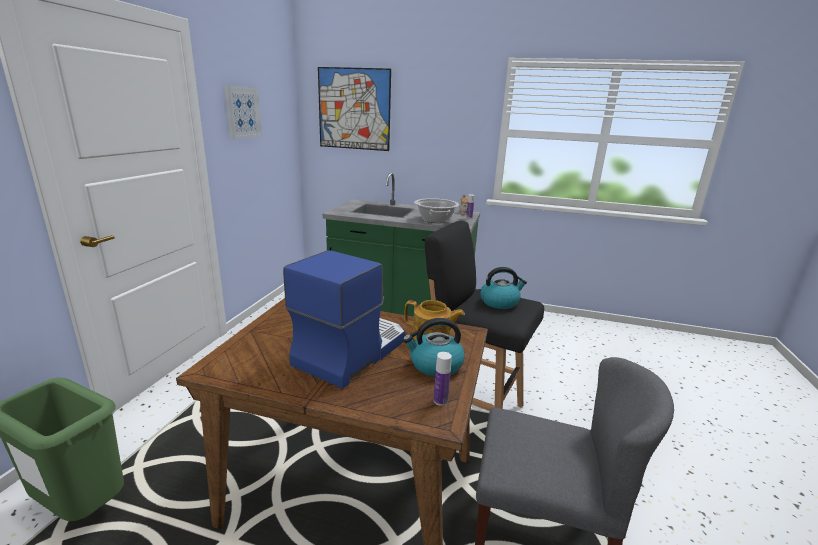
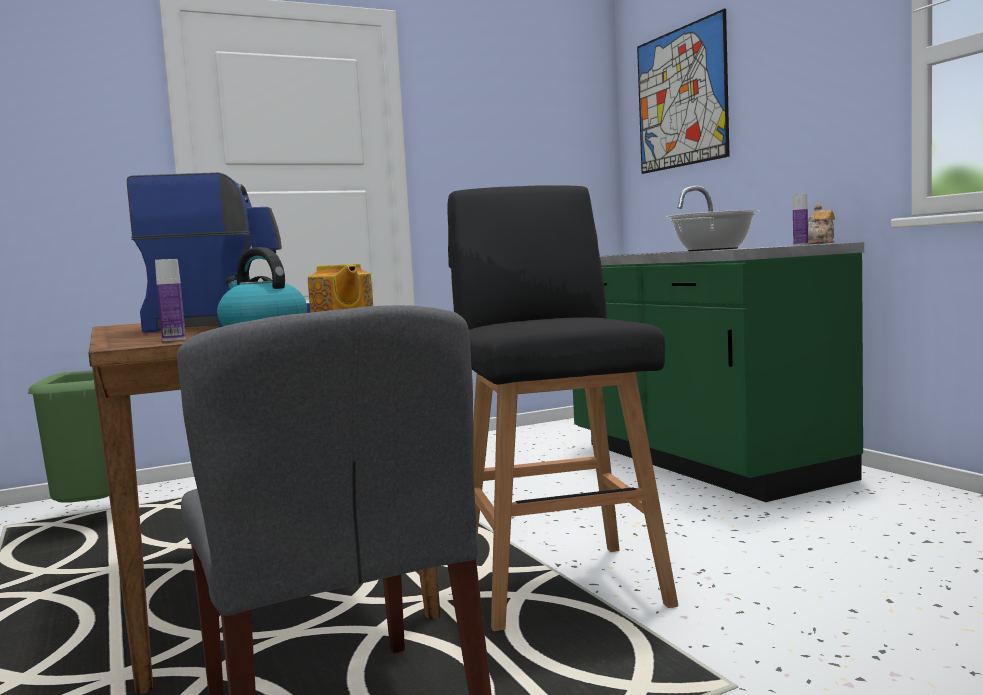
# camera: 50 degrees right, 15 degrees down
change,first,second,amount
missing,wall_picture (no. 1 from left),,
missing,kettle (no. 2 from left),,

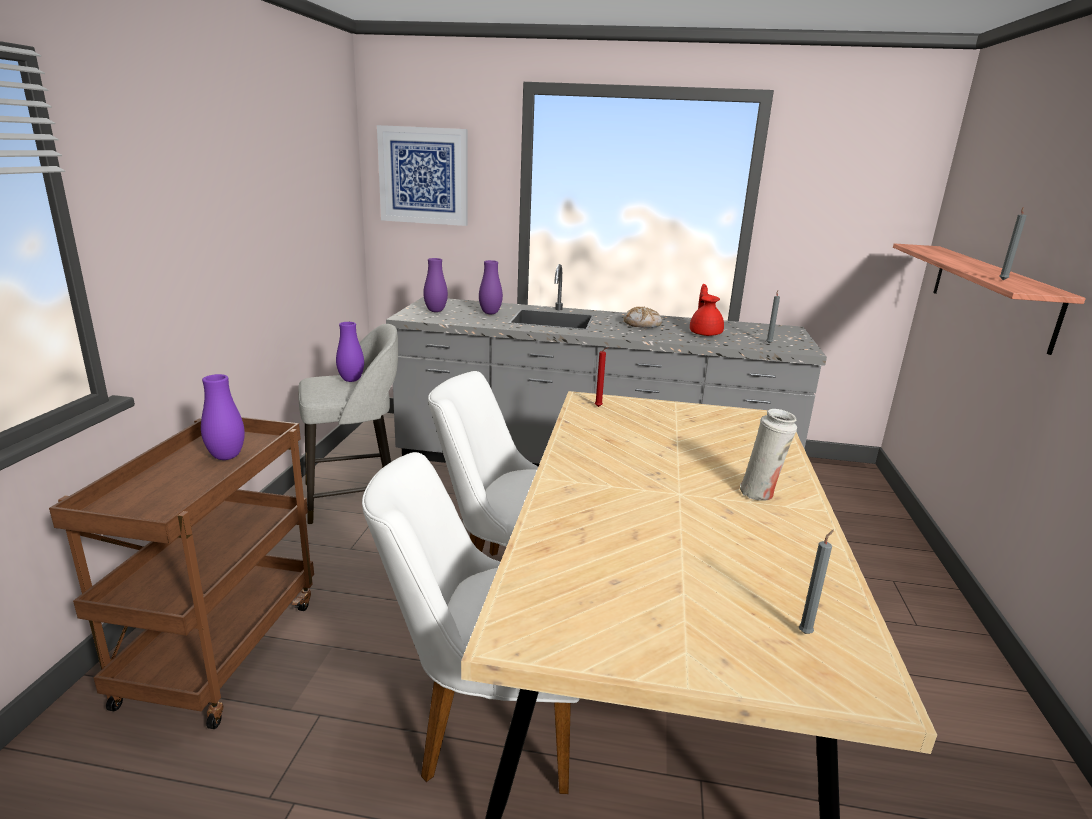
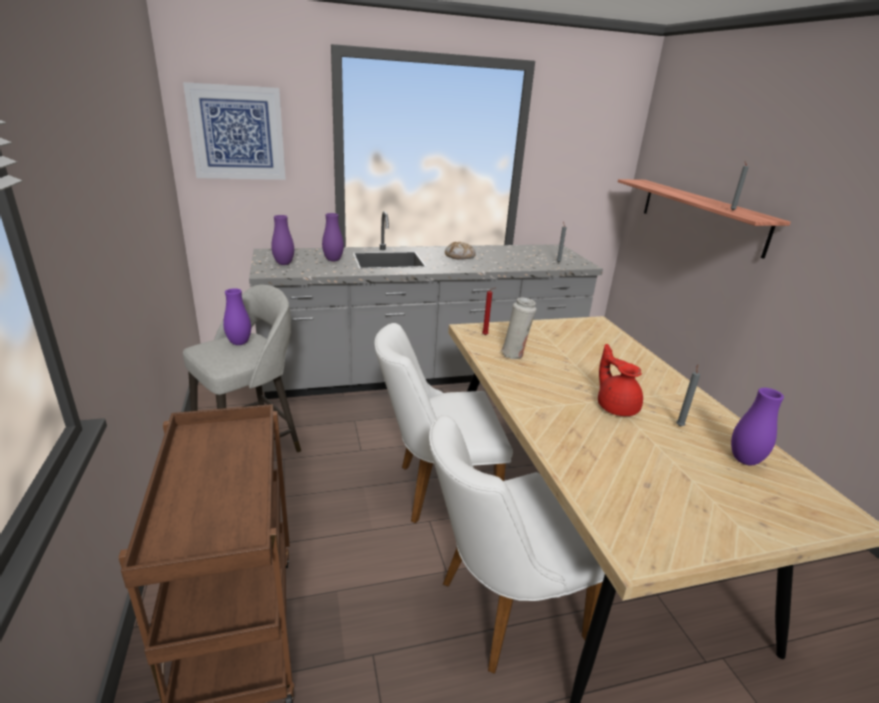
# camera: 25 degrees left, 5 degrees up
change,first,second,amount
relocated,whitish_decorative_vase,,
relocated,reddish_tea_pot,,
relocated,gray_wax_light (no. 2 from left),,
relocated,purplish_decorative_vase (no. 1 from left in the first image),purplish_decorative_vase (no. 4 from left),

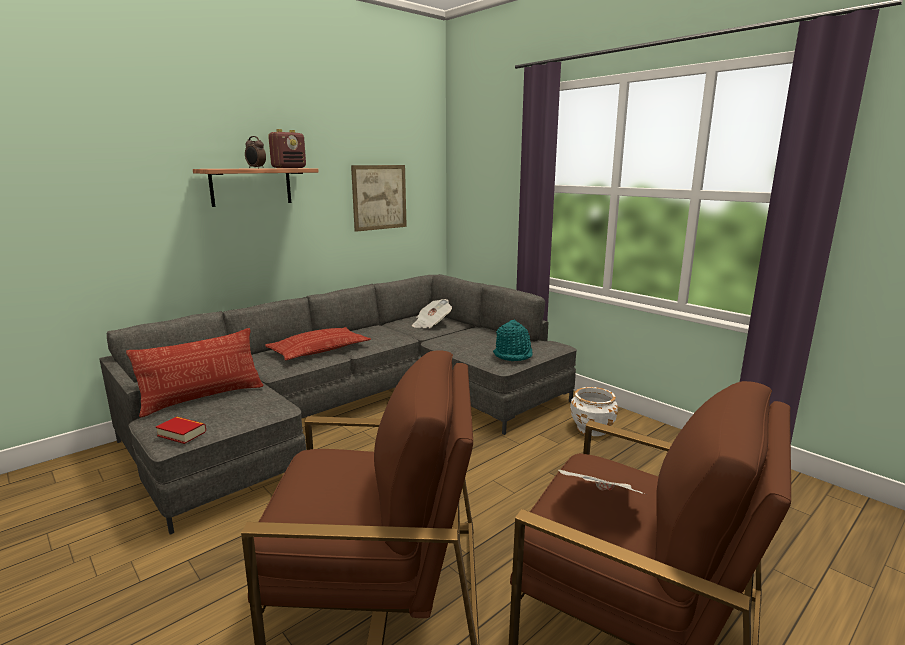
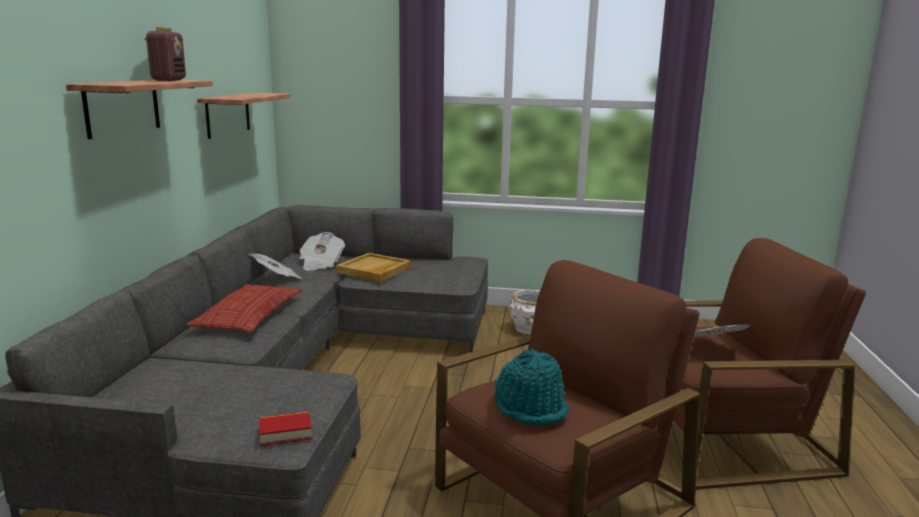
# camera: 40 degrees left, 0 degrees up
change,first,second,amount
exchanged,wall_picture,shelf (no. 2 from left),
appeared,,daily_paper (no. 1 from left),
appeared,,beige-coloured_serving_tray,
relocated,blue-green_clothing_hat,,
missing,pillow (no. 1 from left),,
missing,alarm_clock,,

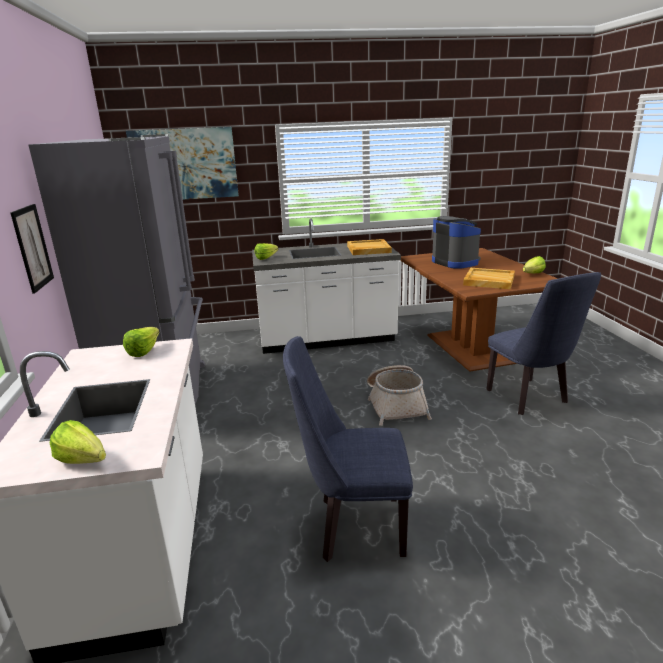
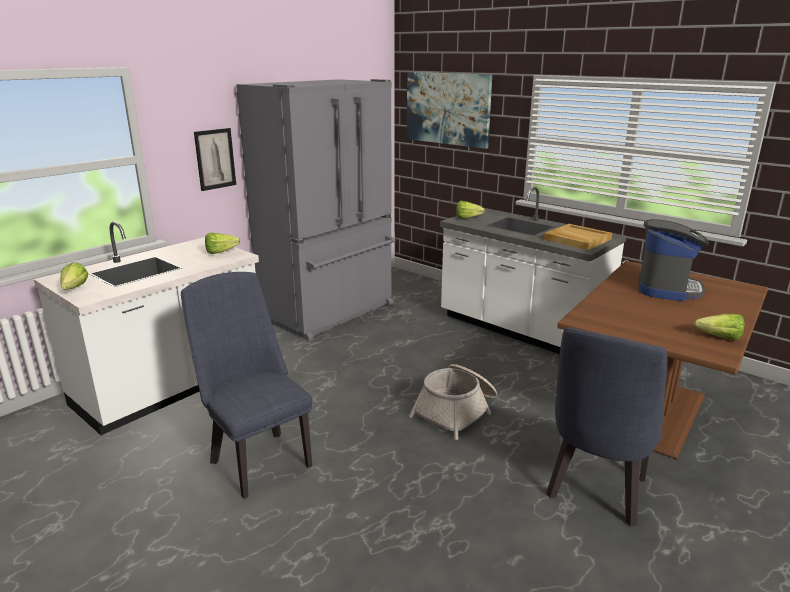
# camera: 50 degrees right, 0 degrees up
change,first,second,amount
missing,beige-coloured_serving_tray (no. 2 from left),,

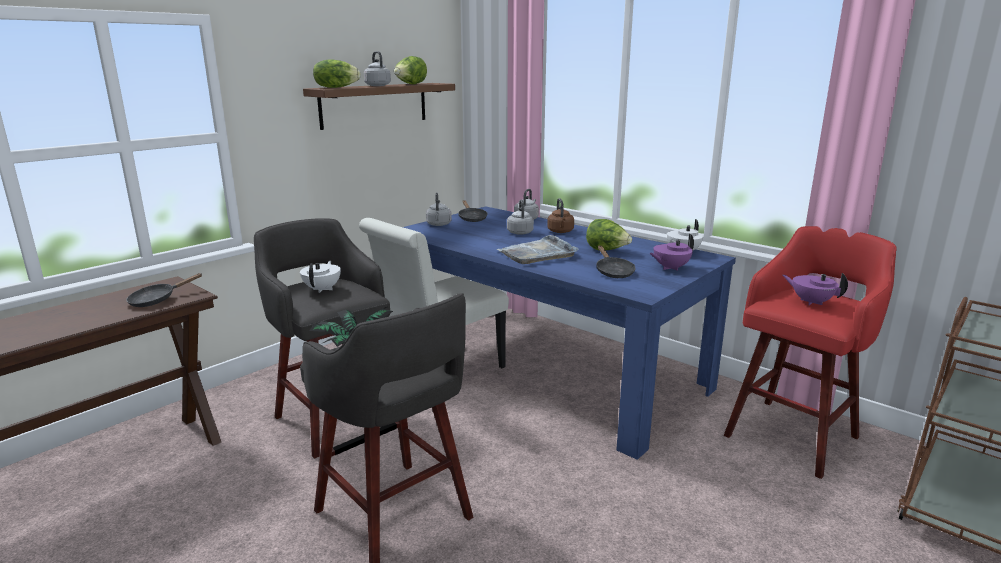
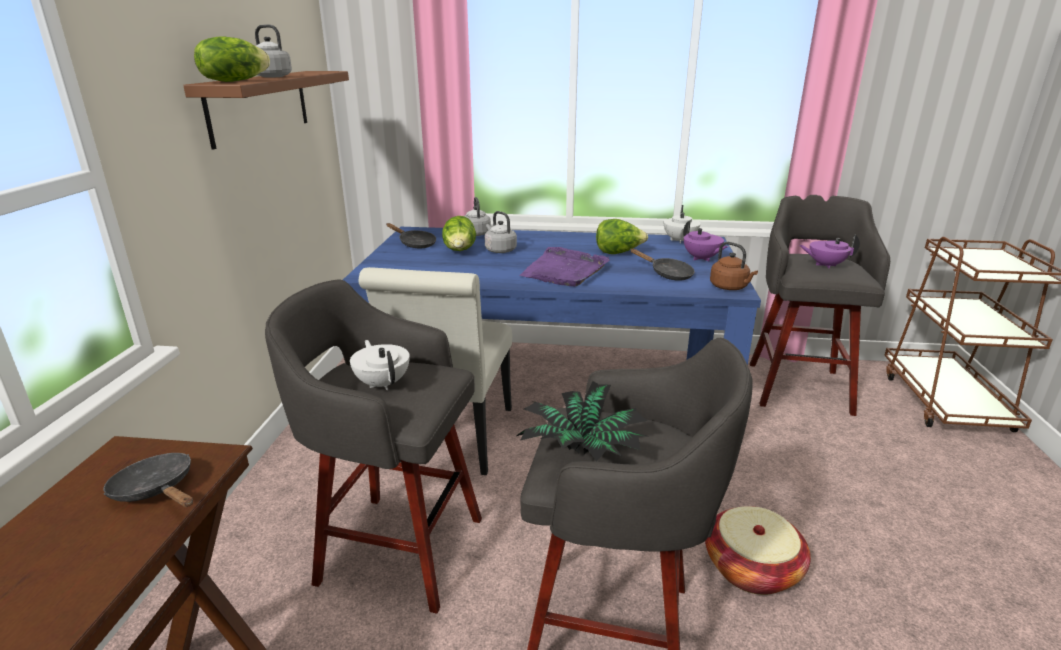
# camera: 35 degrees left, 5 degrees up
change,first,second,amount
spun,black-coloured_pan (no. 1 from left),,120 degrees clockwise
relocated,lettuce_head (no. 2 from left),,
colour,gray_serving_tray,purplish_serving_tray,
spun,purplish_tea_pot (no. 1 from left),,60 degrees counterclockwise
appeared,,household_basket,
relocated,brown_kettle,,
colour,reddish_stool_seat,gray_stool_seat (no. 3 from left),
missing,gray_kettle (no. 2 from left),,

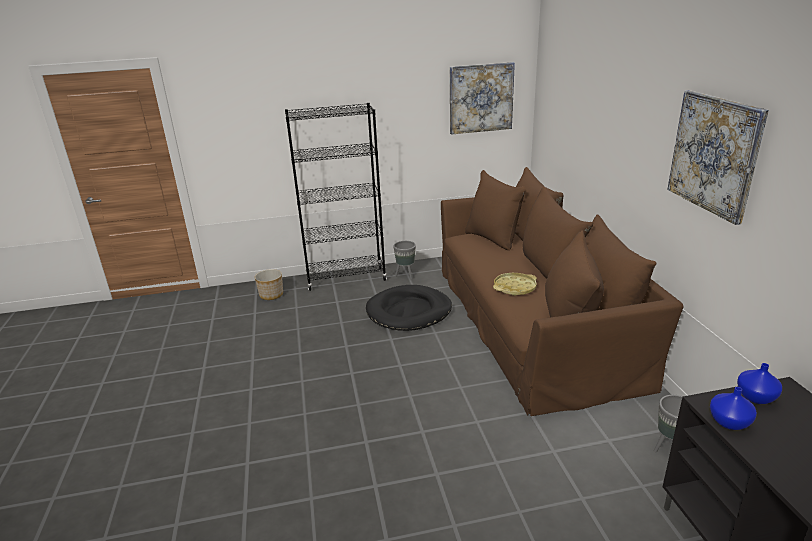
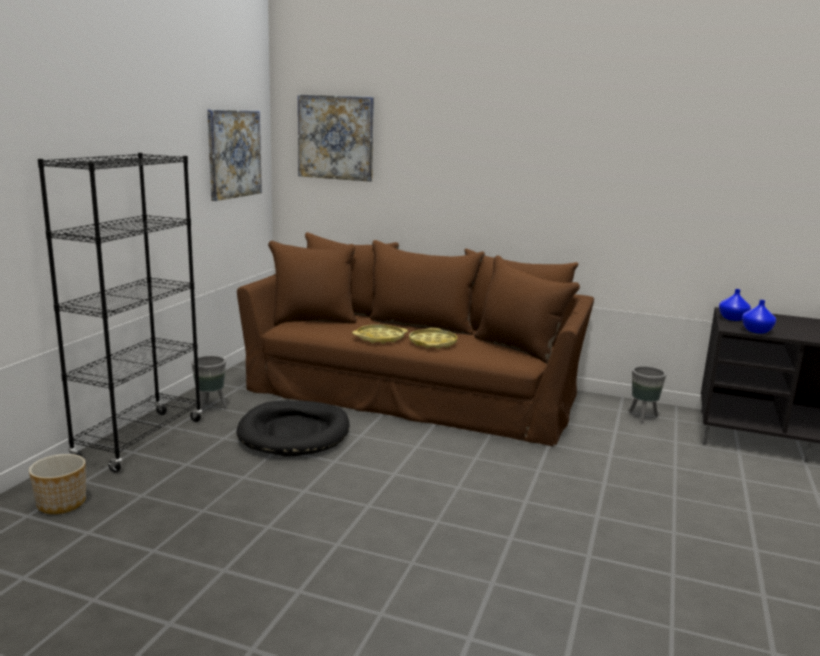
# camera: 60 degrees left, 10 degrees down
change,first,second,amount
relocated,wall_picture (no. 2 from left),,
appeared,,yellowish_serving_tray (no. 1 from left),

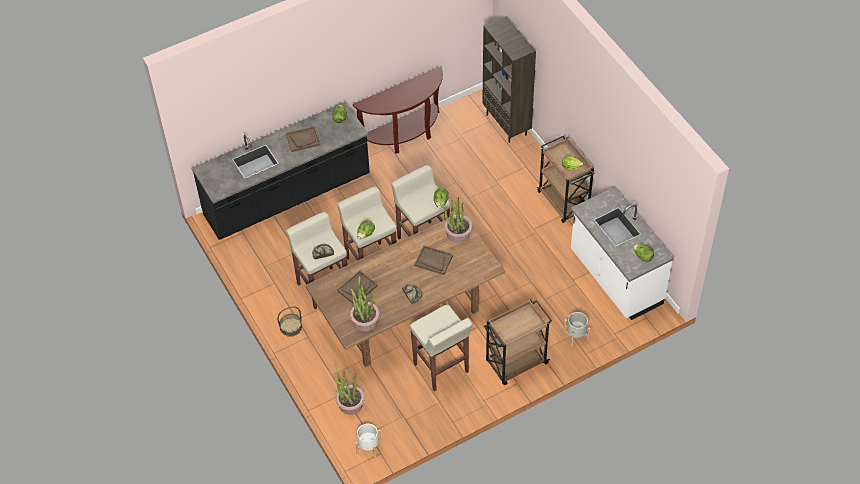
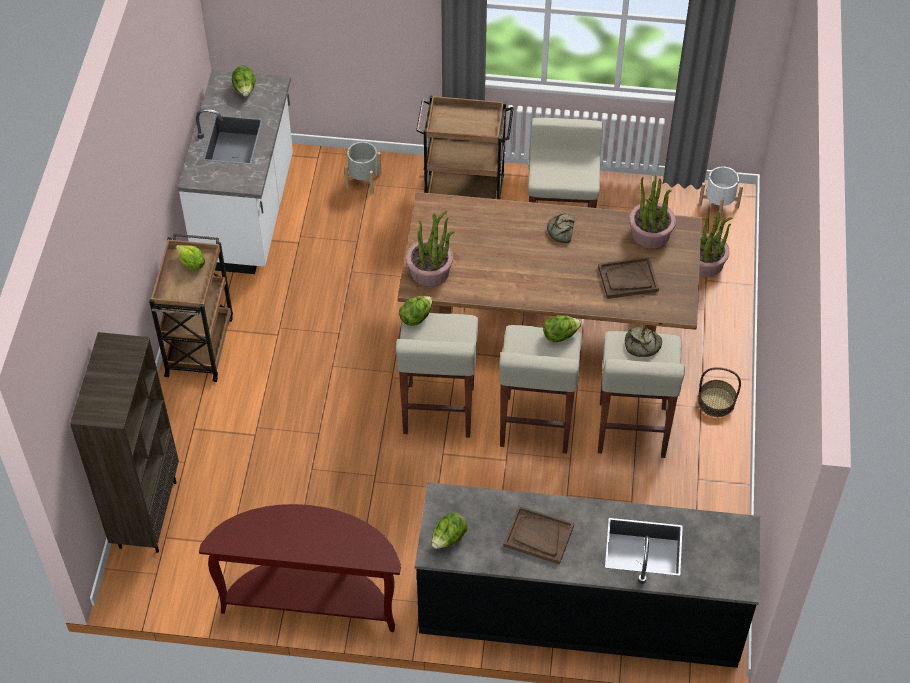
# camera: 145 degrees left, 0 degrees up
change,first,second,amount
missing,brown_serving_tray (no. 3 from left),,

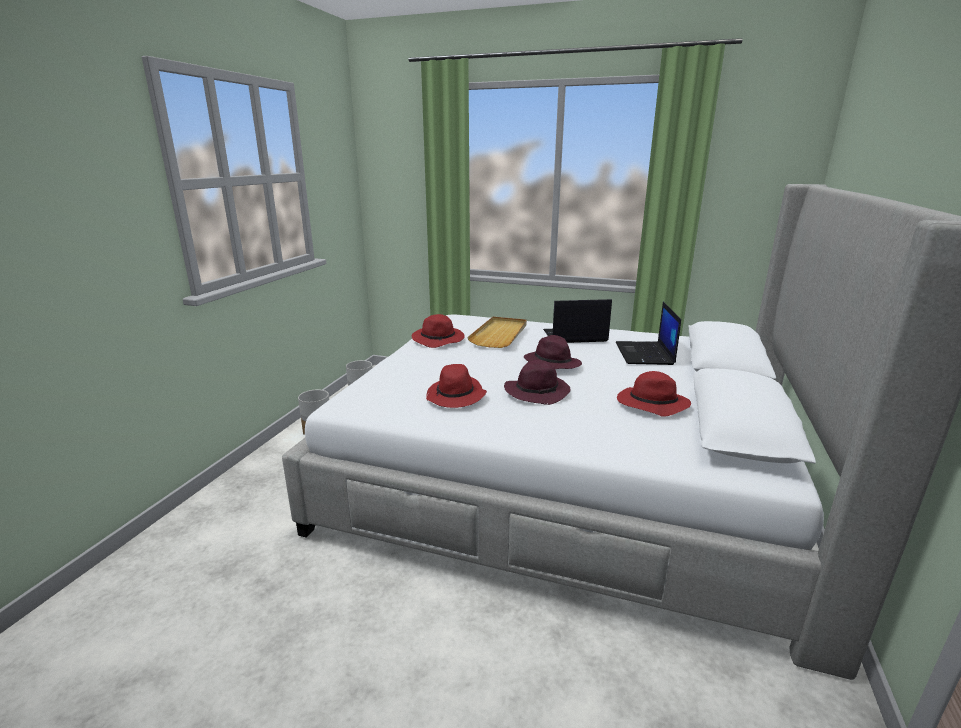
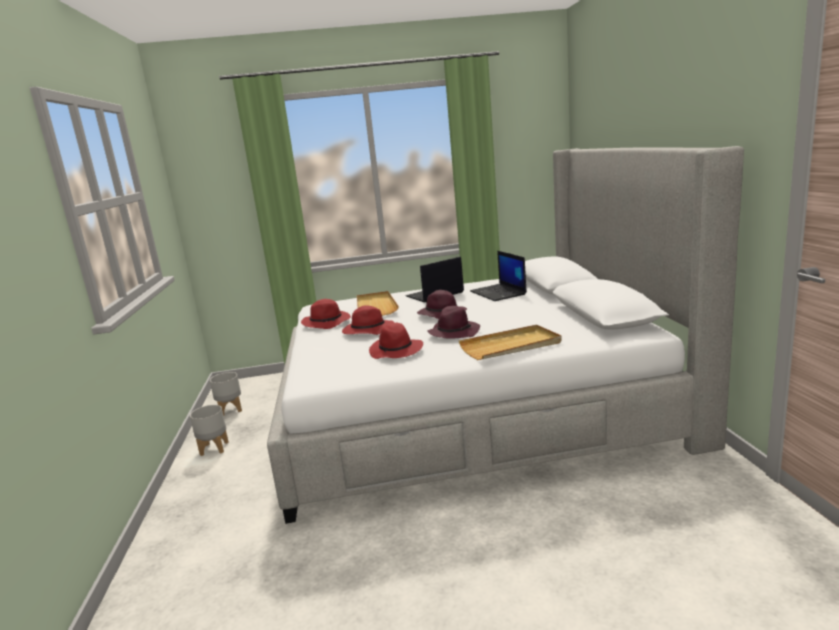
# camera: 25 degrees left, 5 degrees down
change,first,second,amount
relocated,reddish_clothing_hat (no. 3 from left in the first image),reddish_clothing_hat (no. 2 from left),
appeared,,beige-coloured_serving_tray (no. 2 from left),

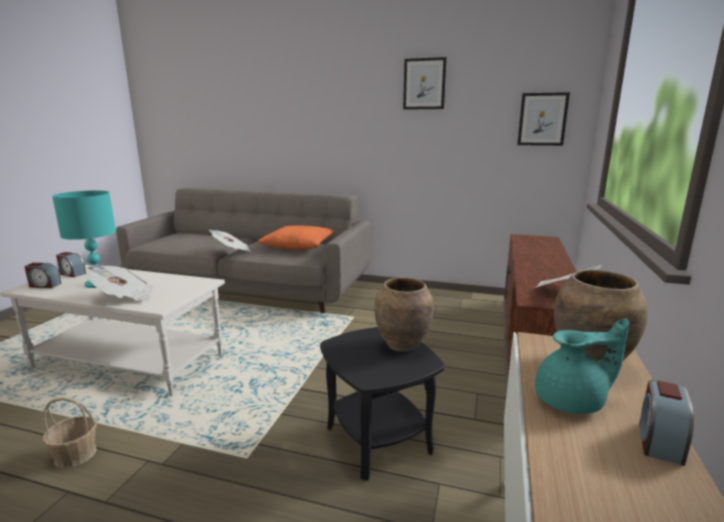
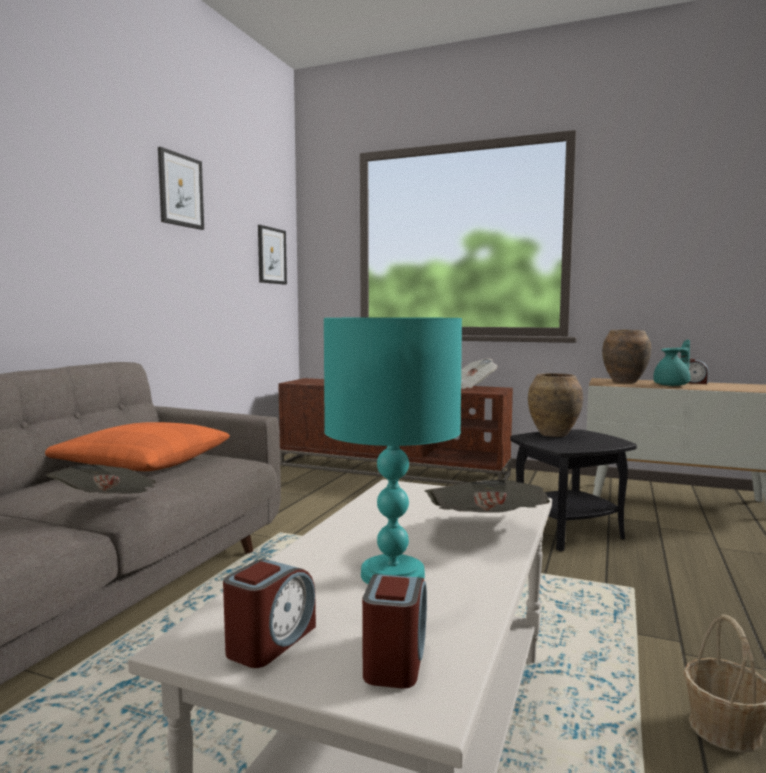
# camera: 85 degrees left, 10 degrees down
change,first,second,amount
spun,blue-green_tea_pot,,60 degrees clockwise

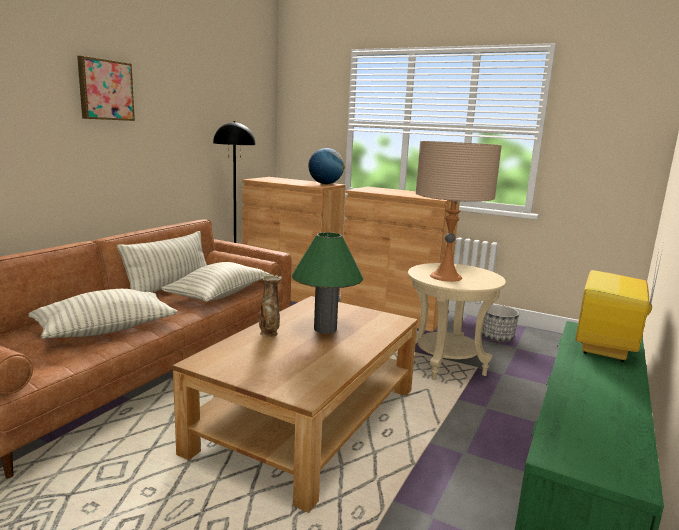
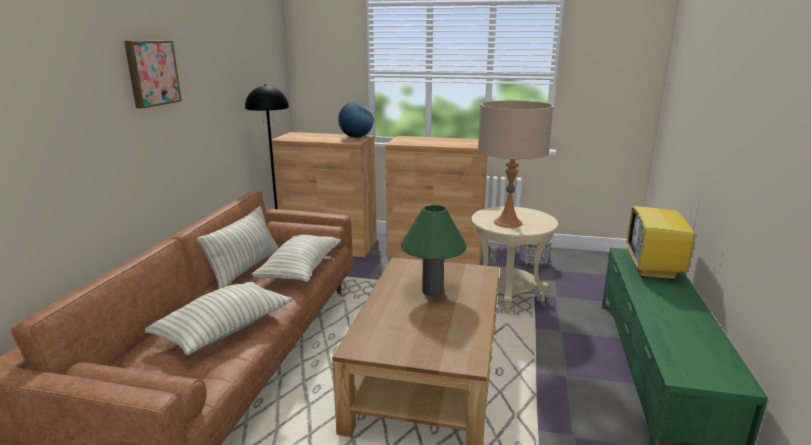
# camera: 15 degrees left, 5 degrees up
change,first,second,amount
missing,decorative_vase,,

